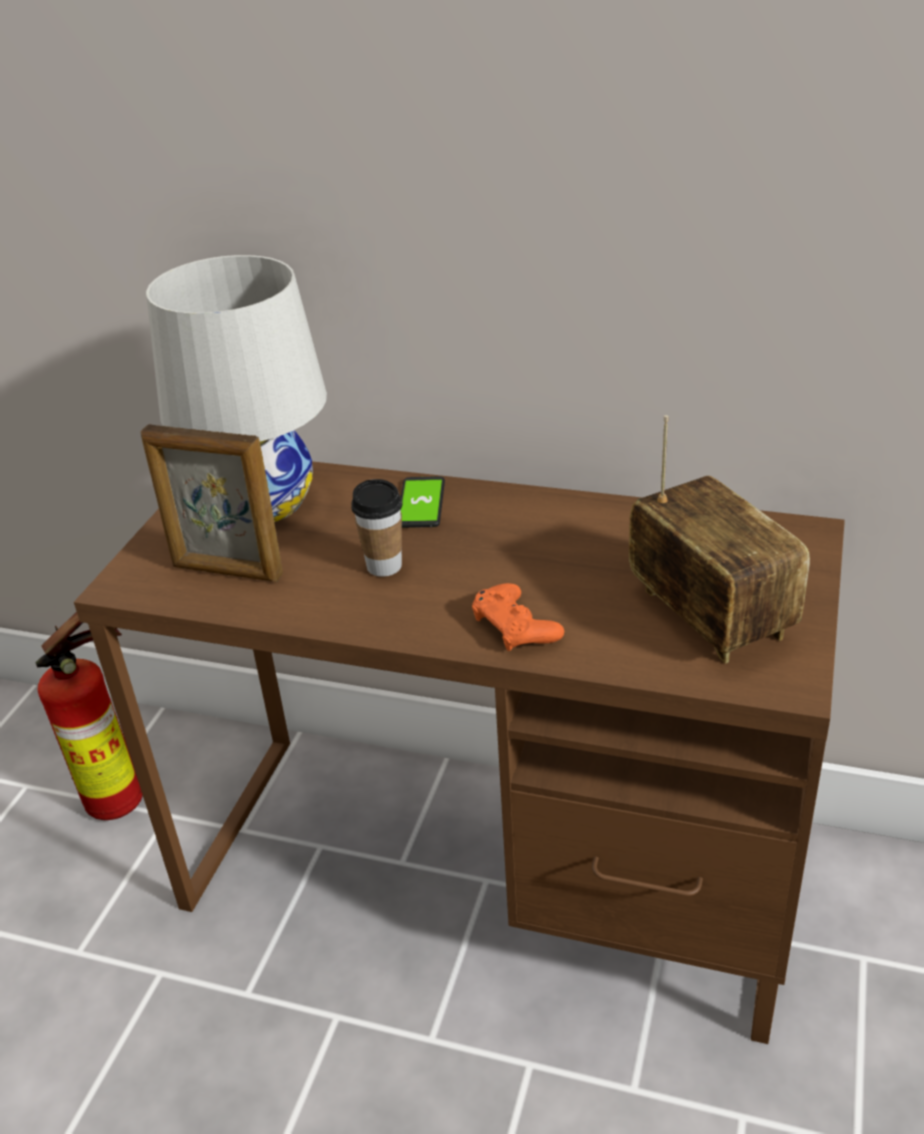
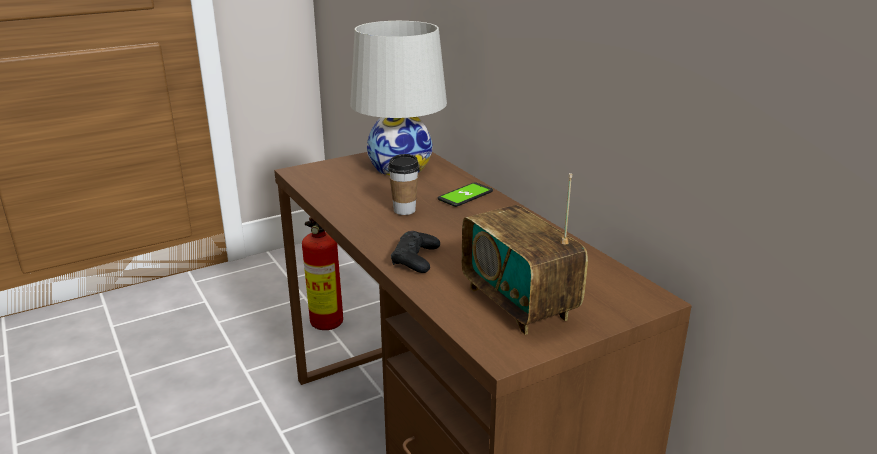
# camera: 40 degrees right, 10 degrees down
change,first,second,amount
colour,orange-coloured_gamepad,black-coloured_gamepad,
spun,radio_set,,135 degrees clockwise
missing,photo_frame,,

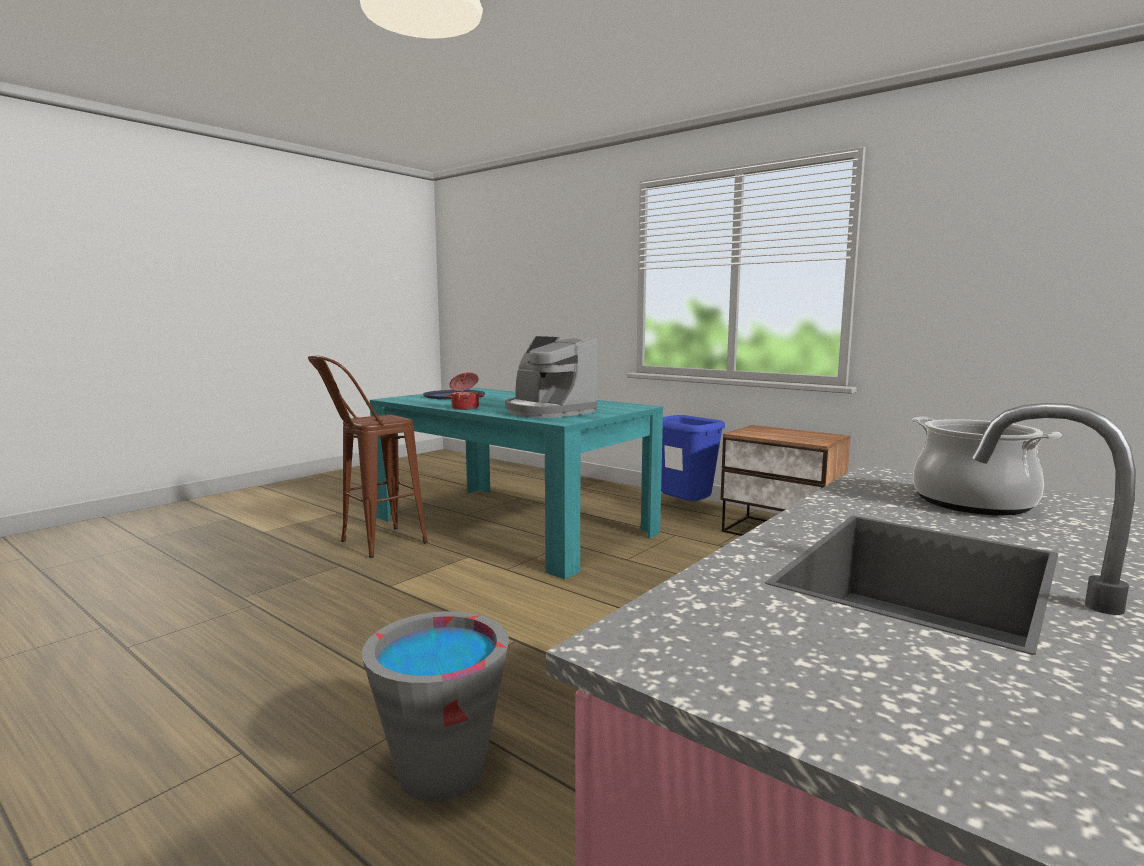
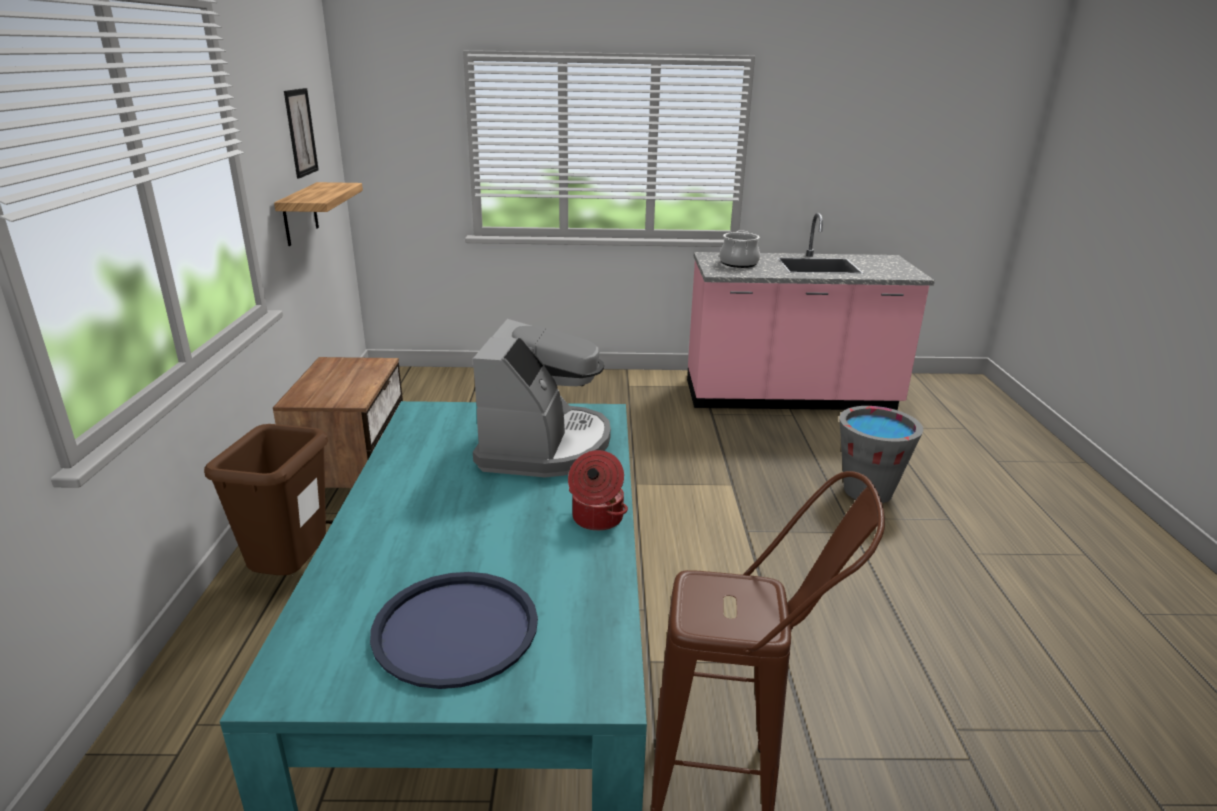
# camera: 130 degrees left, 15 degrees up
change,first,second,amount
colour,bluish_waste_bin,brown_waste_bin,
appeared,,shelf,
appeared,,wall_picture,

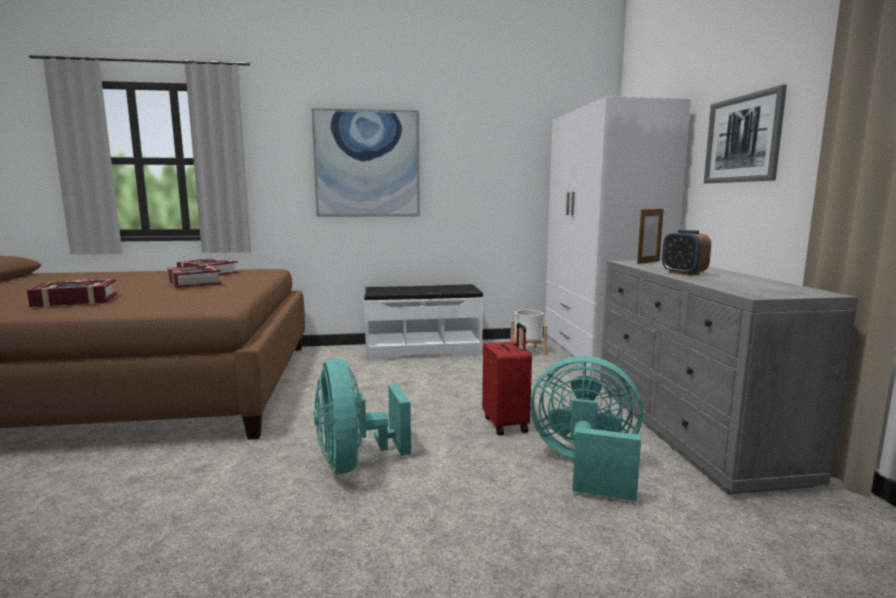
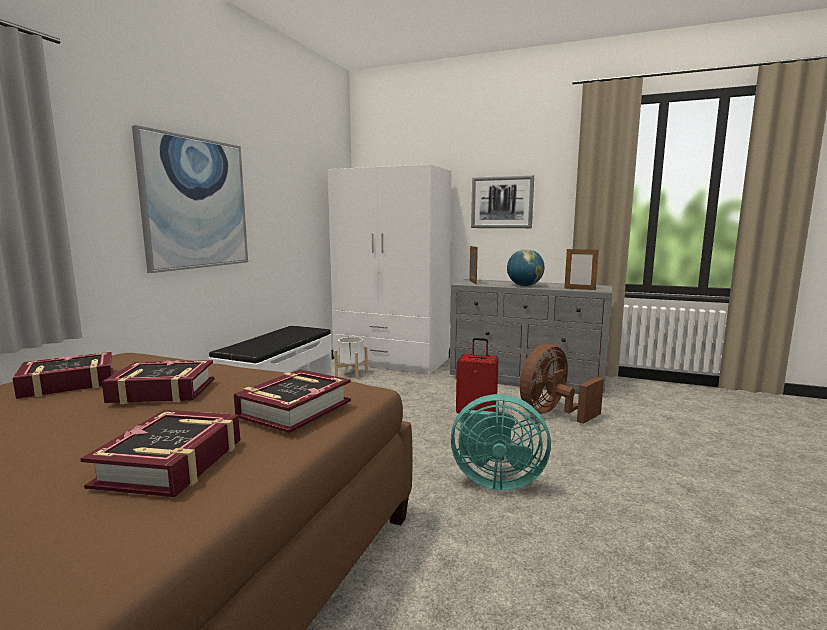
# camera: 60 degrees left, 0 degrees up
change,first,second,amount
appeared,,book (no. 4 from left),
exchanged,alarm_clock,desk_globe,
colour,blue-green_electric_fan (no. 2 from left),brown_electric_fan,
appeared,,photo_frame (no. 2 from left),

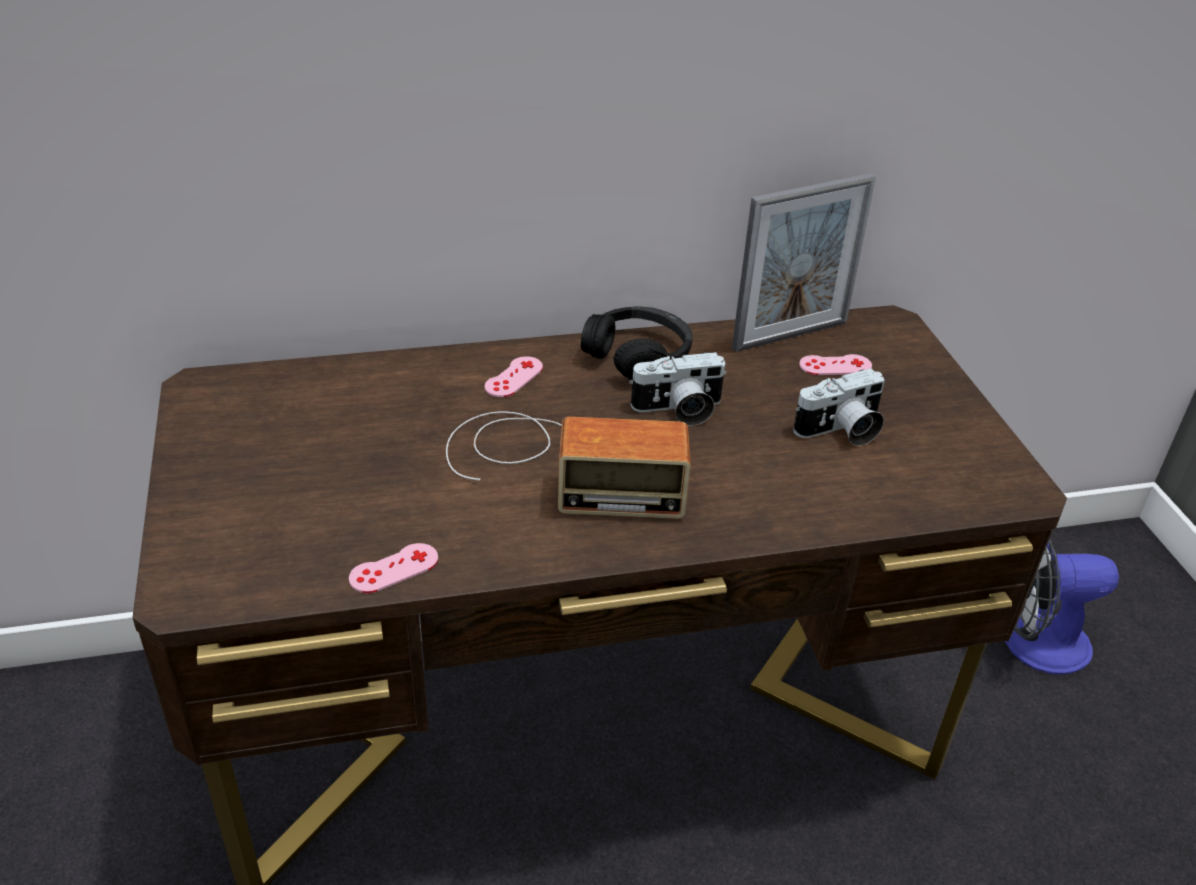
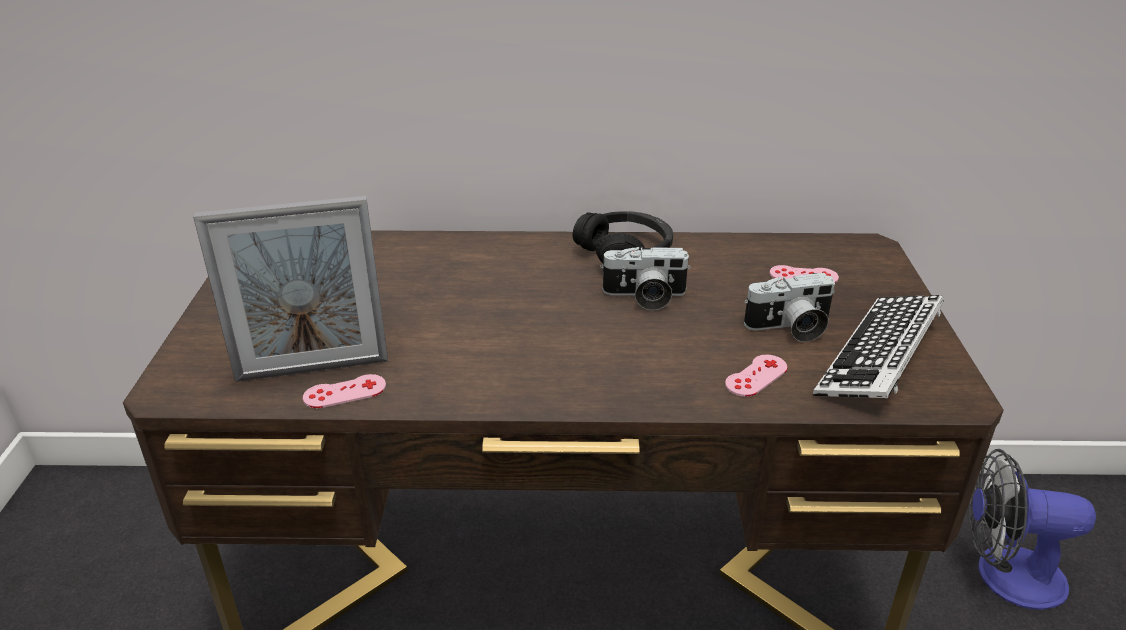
# camera: 15 degrees right, 5 degrees down
change,first,second,amount
relocated,photo_frame,,
relocated,pink-coloured_gamepad (no. 2 from left),,
appeared,,PC_keyboard,
missing,radio_set,,

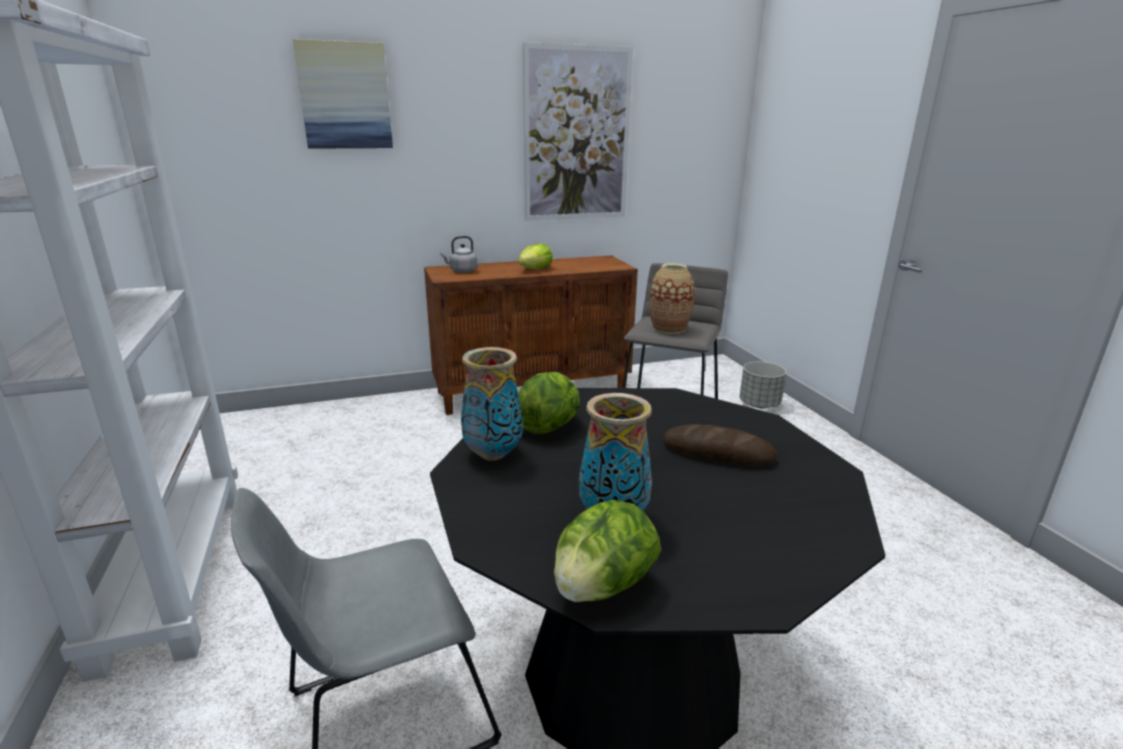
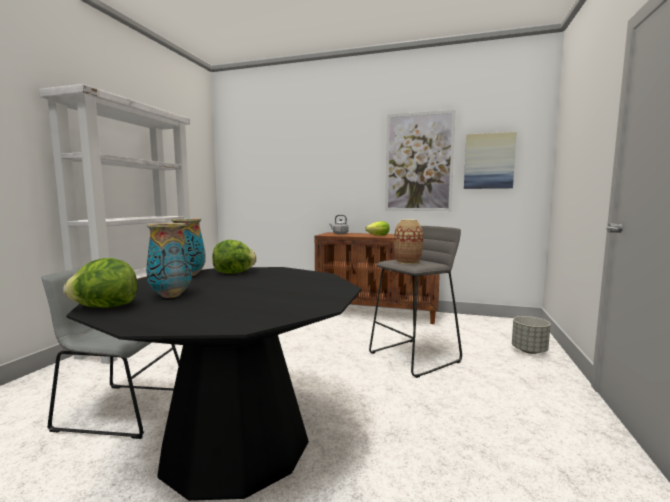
# camera: 35 degrees right, 15 degrees down
change,first,second,amount
relocated,wall_picture (no. 1 from left in the first image),wall_picture (no. 2 from left),
missing,baked_bread,,

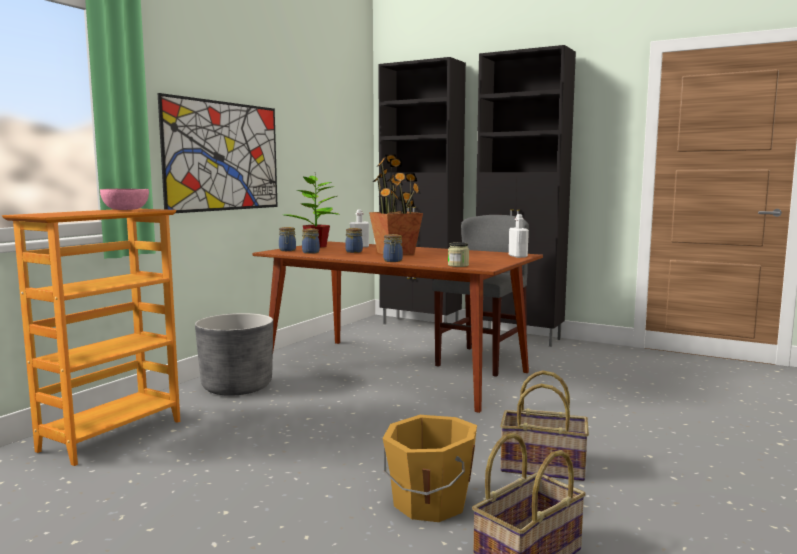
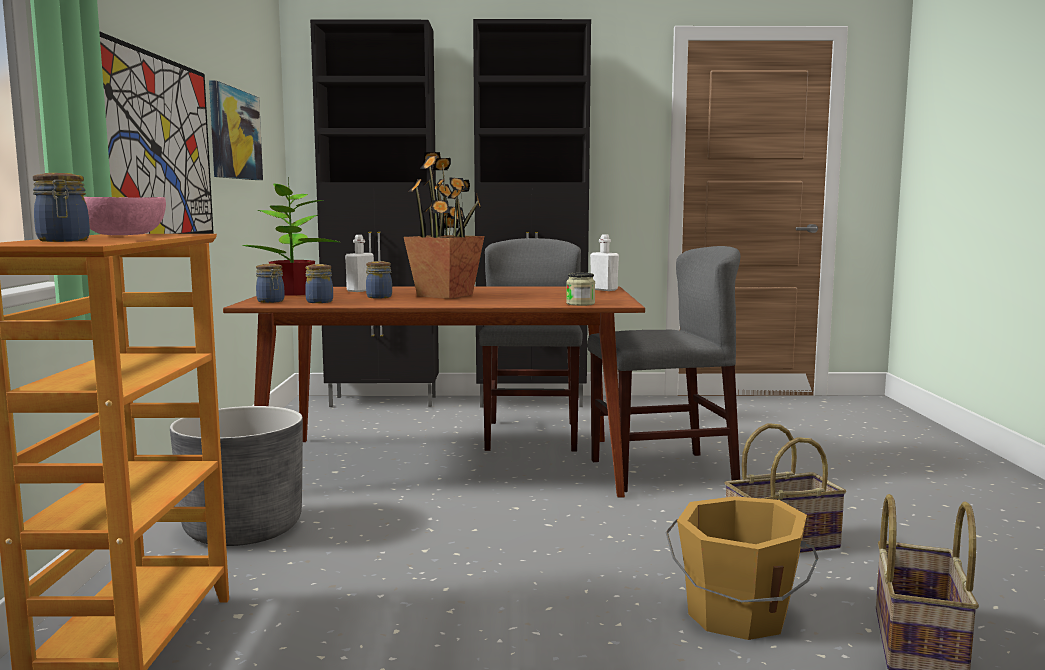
# camera: 30 degrees left, 0 degrees up
change,first,second,amount
relocated,jar (no. 4 from left in the first image),jar (no. 1 from left),
appeared,,wall_picture (no. 2 from left),
appeared,,gray_upright_chair (no. 2 from left),

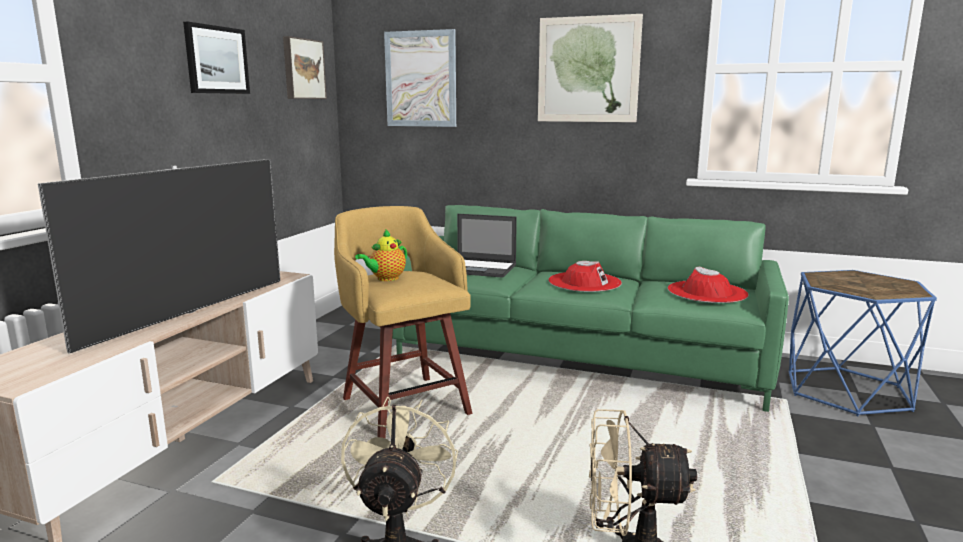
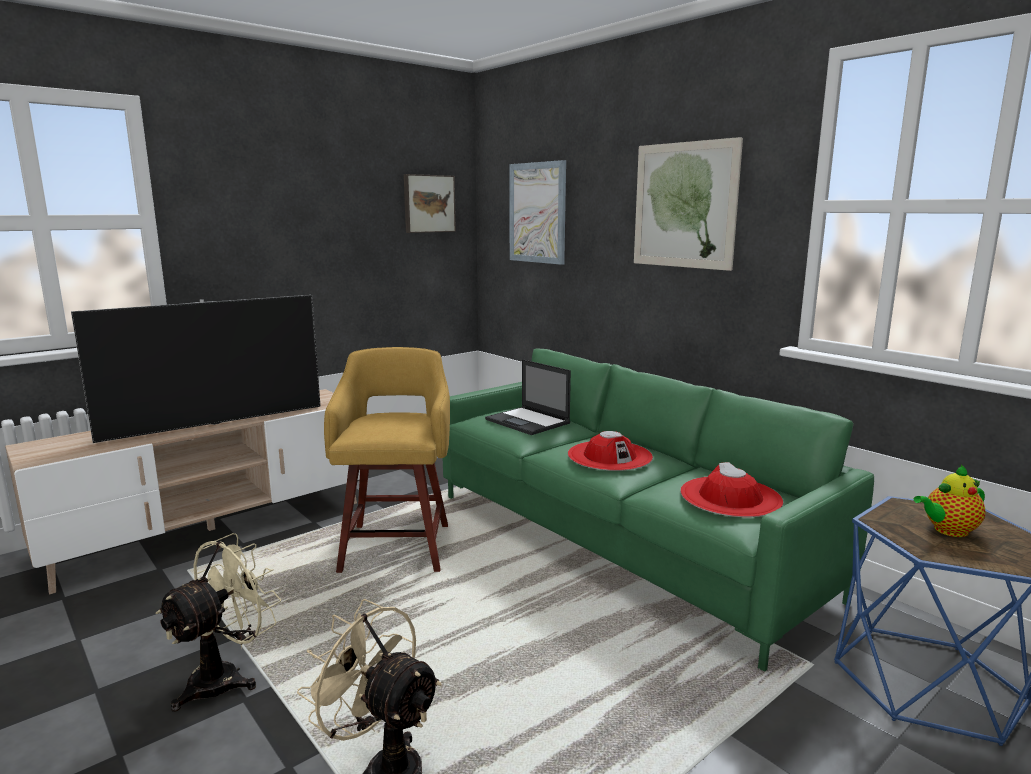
# camera: 30 degrees right, 0 degrees up
change,first,second,amount
relocated,tea_pot,,
missing,wall_picture (no. 1 from left),,

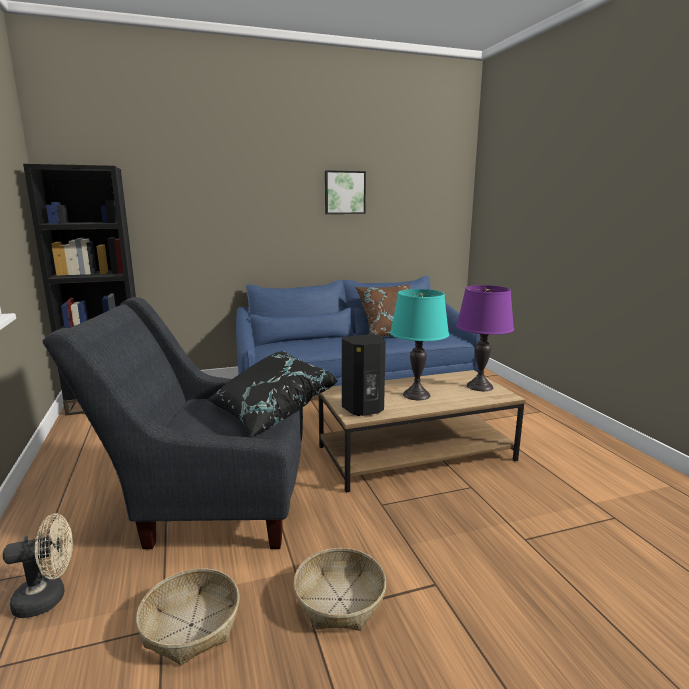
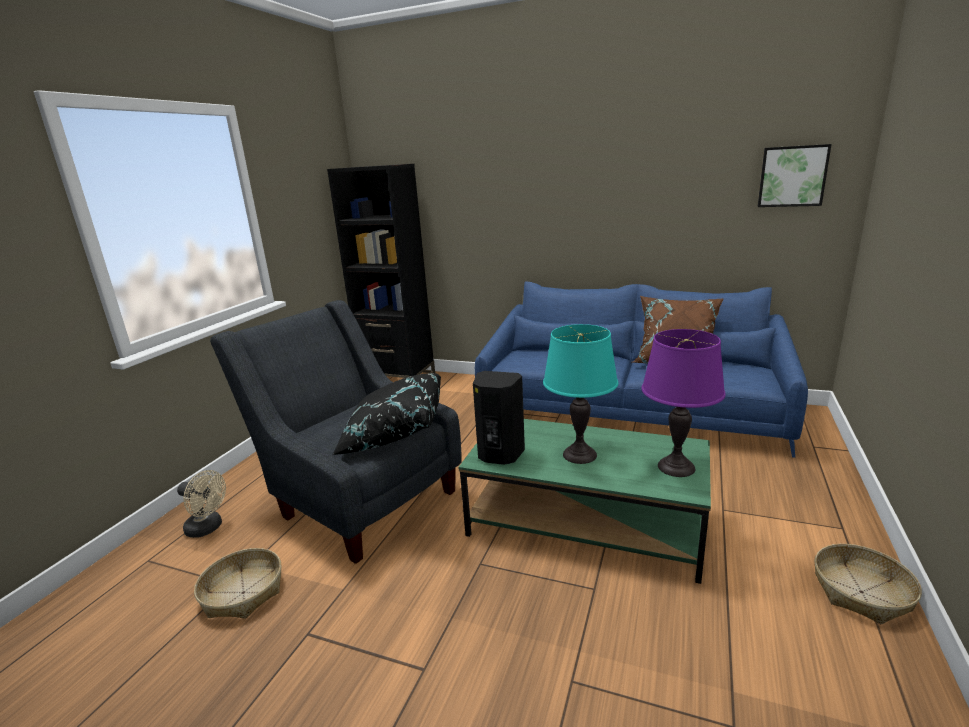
# camera: 40 degrees right, 5 degrees up
change,first,second,amount
colour,brown_coffee_table,green-coloured_coffee_table,
relocated,wall_picture,,
relocated,household_basket (no. 2 from left),,

